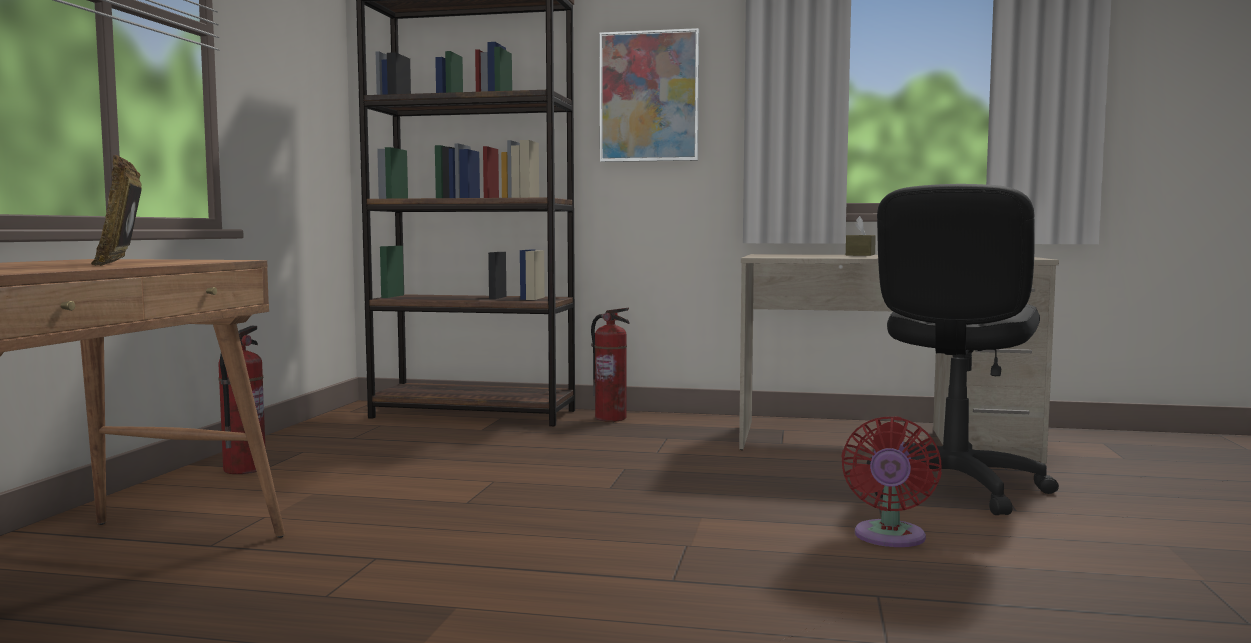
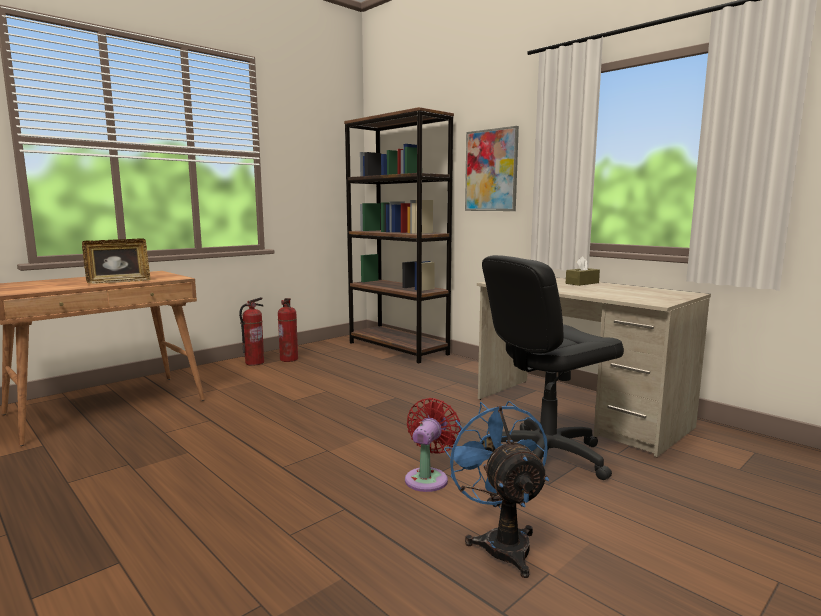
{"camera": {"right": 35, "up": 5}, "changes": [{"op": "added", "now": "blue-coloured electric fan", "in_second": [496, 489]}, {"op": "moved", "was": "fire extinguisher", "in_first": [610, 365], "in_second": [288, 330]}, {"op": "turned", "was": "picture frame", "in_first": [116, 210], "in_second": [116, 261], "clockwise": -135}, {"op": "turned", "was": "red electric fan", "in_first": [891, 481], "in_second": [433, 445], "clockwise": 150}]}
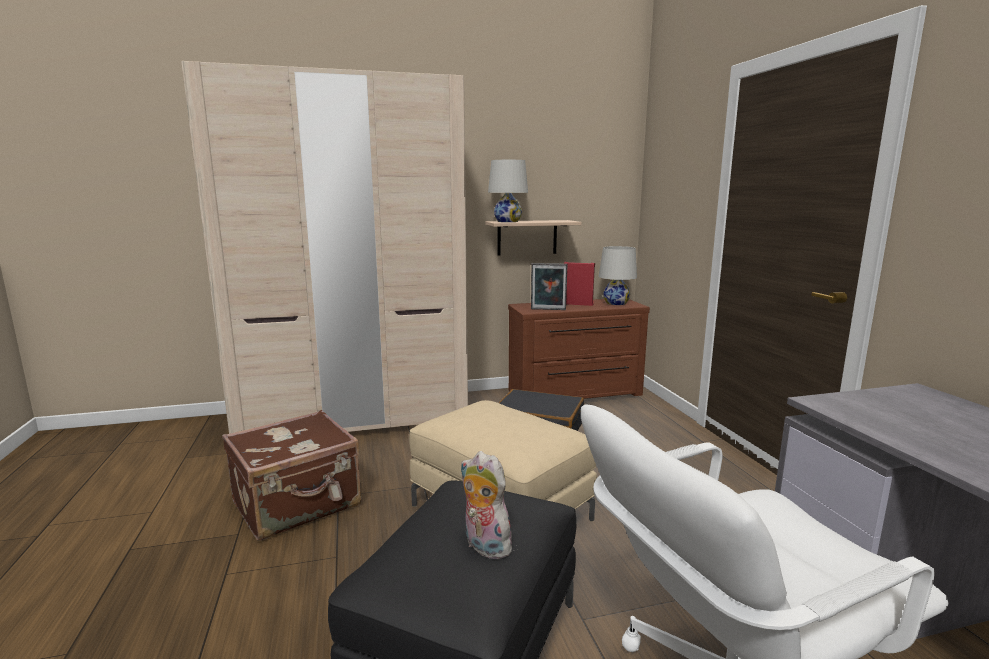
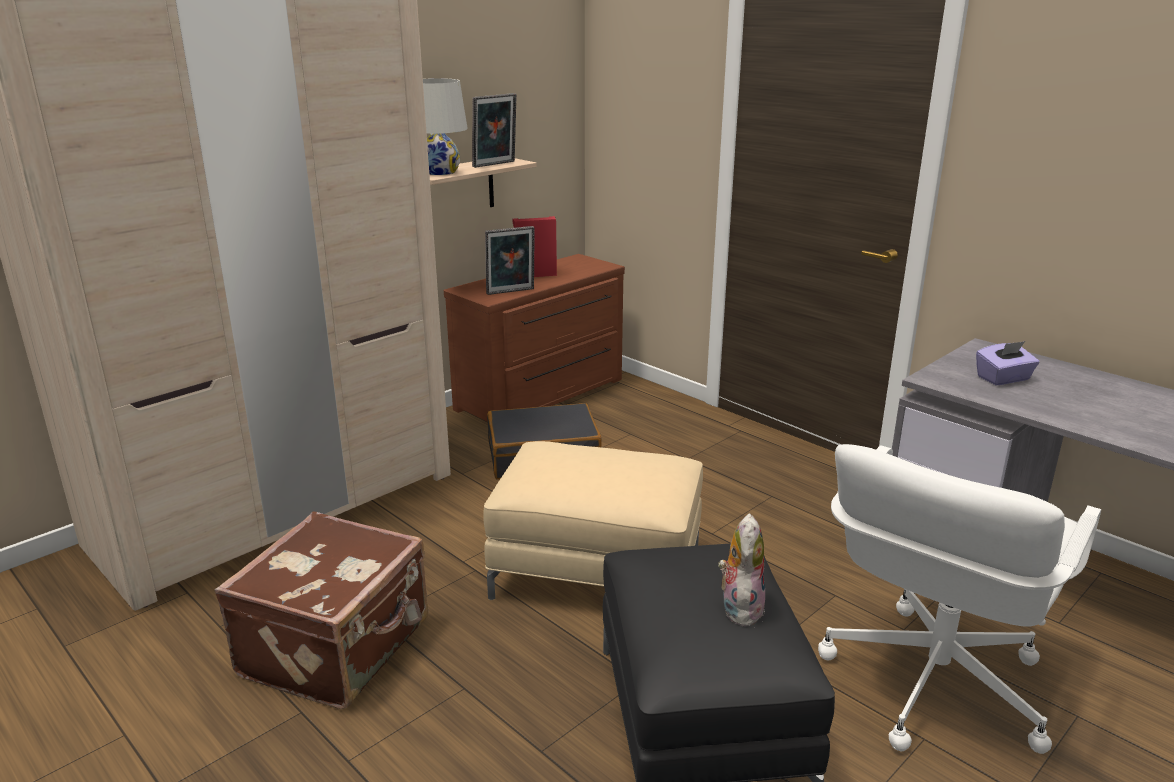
{"camera": {"right": -30, "up": 10}, "changes": [{"op": "removed", "was": "white tabletop lamp", "in_first": [618, 275]}, {"op": "added", "now": "picture frame", "in_second": [494, 130]}, {"op": "added", "now": "purple-coloured tissue holder", "in_second": [1007, 363]}, {"op": "turned", "was": "soft toy", "in_first": [487, 505], "in_second": [741, 569], "clockwise": 90}]}
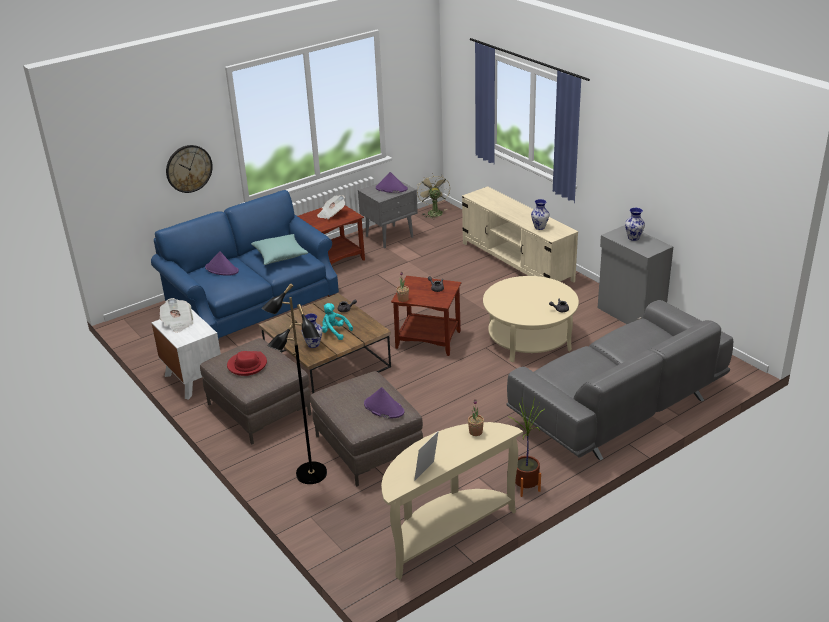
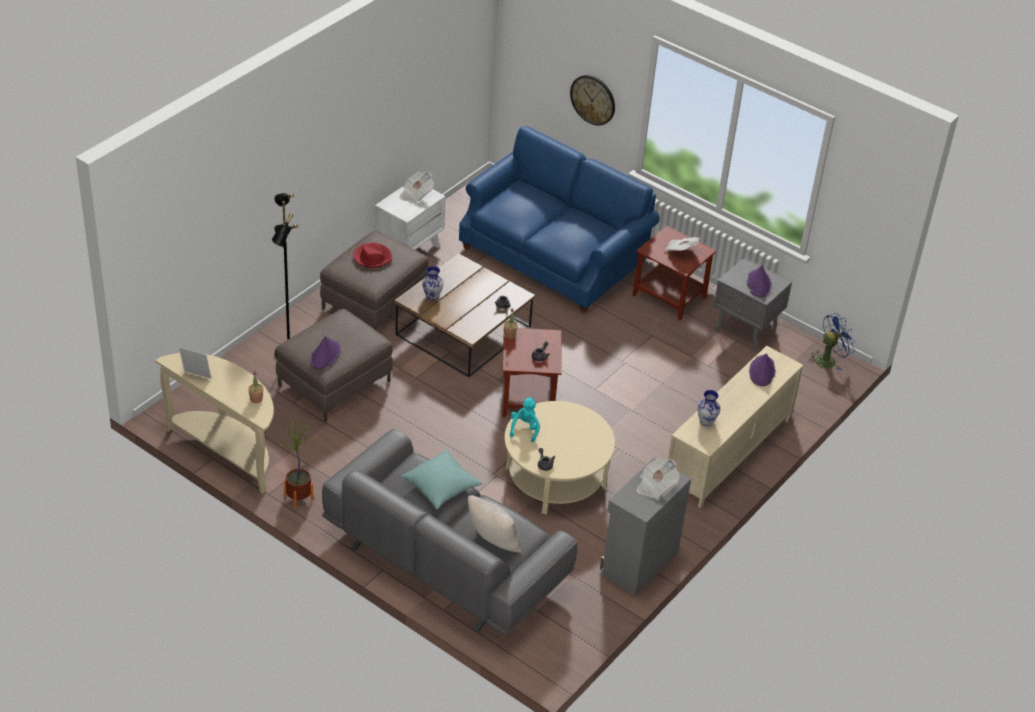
{"camera": {"right": 70, "up": 10}, "changes": [{"op": "added", "now": "beige-coloured cushion", "in_second": [495, 524]}, {"op": "moved", "was": "purple-coloured clothing hat", "in_first": [222, 263], "in_second": [762, 370]}, {"op": "moved", "was": "turquoise cushion", "in_first": [279, 249], "in_second": [441, 479]}, {"op": "moved", "was": "turquoise soft toy", "in_first": [337, 321], "in_second": [525, 420]}, {"op": "replaced", "was": "flower vase", "now": "newspaper", "in_first": [635, 224], "in_second": [658, 479]}, {"op": "recoloured", "was": "beige-coloured electric fan", "now": "blue-coloured electric fan", "in_first": [433, 196], "in_second": [832, 342]}]}
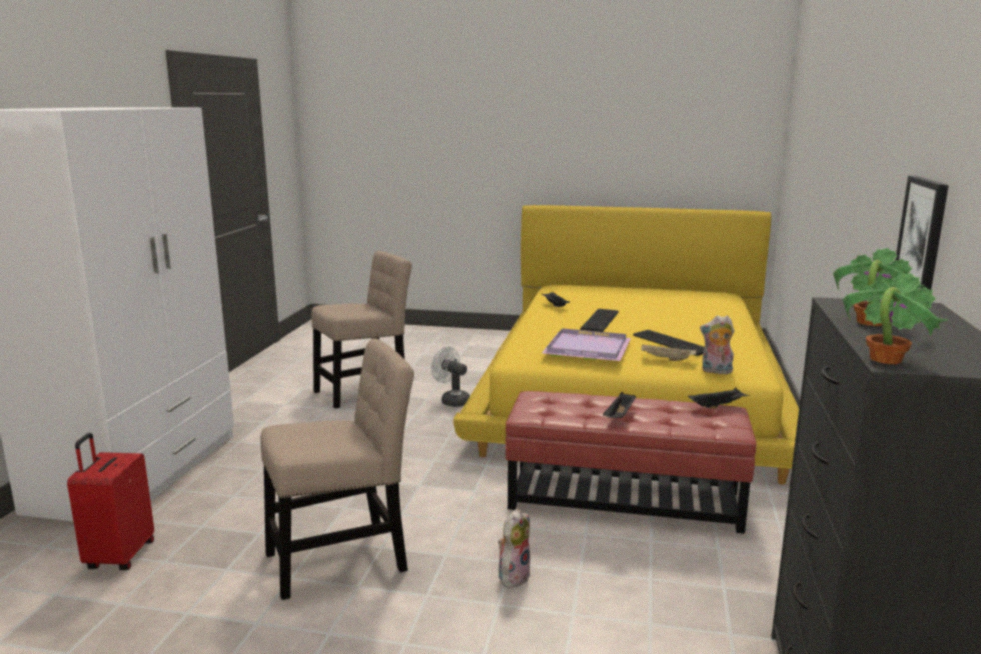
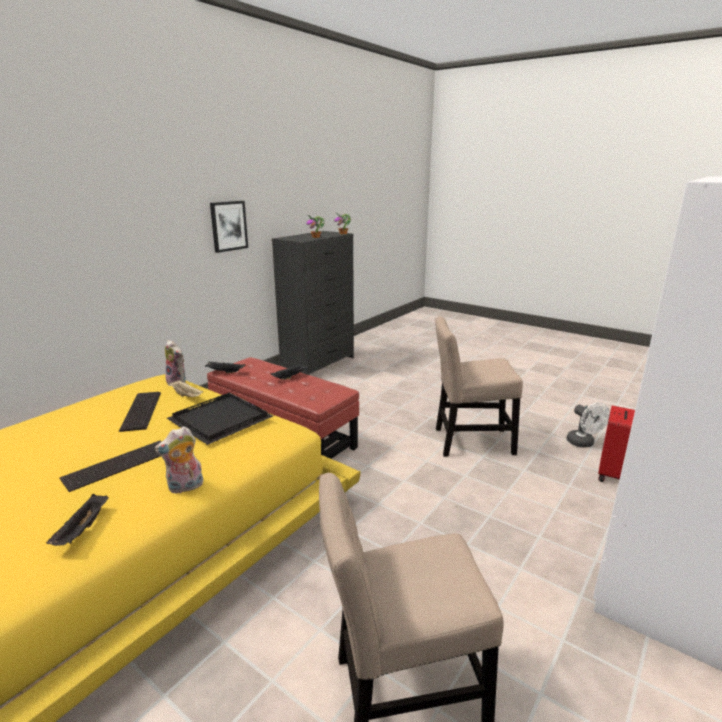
{"camera": {"right": -155, "up": 5}, "changes": [{"op": "moved", "was": "white electric fan", "in_first": [450, 376], "in_second": [588, 425]}, {"op": "moved", "was": "soft toy", "in_first": [514, 548], "in_second": [179, 460]}, {"op": "recoloured", "was": "purple-coloured carrying tray", "now": "black carrying tray", "in_first": [586, 344], "in_second": [220, 419]}]}
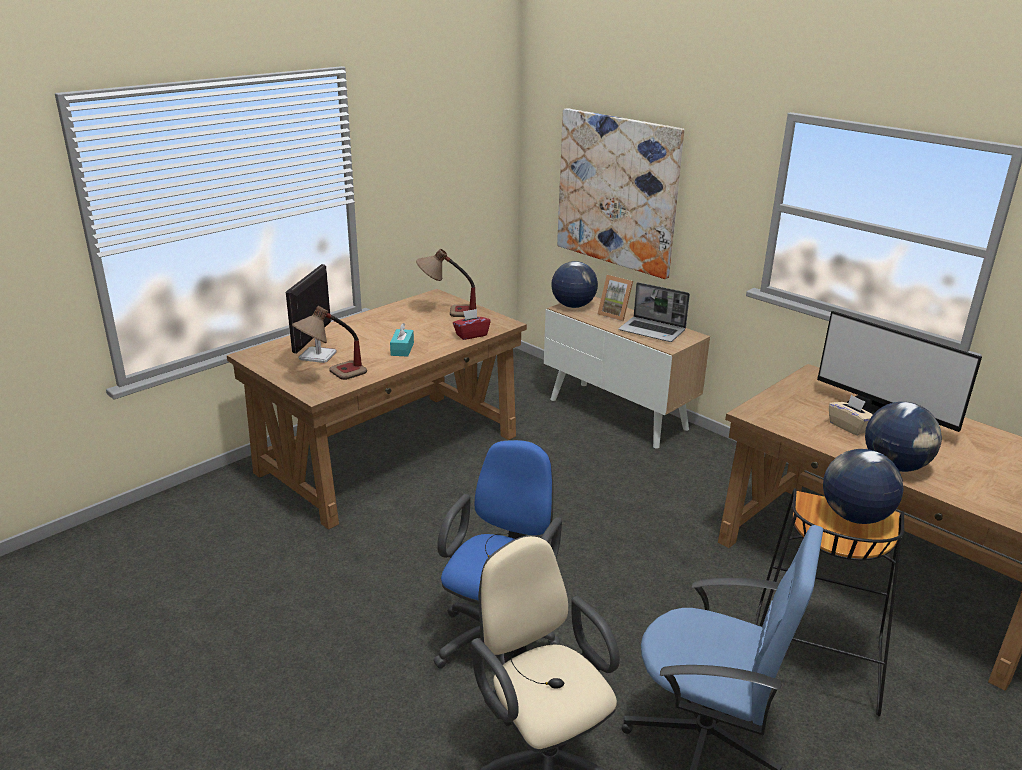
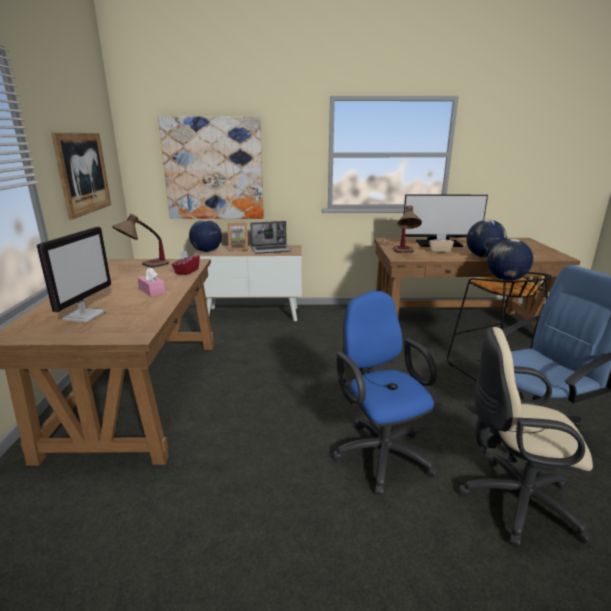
{"camera": {"right": -45, "up": -5}, "changes": [{"op": "added", "now": "wall art", "in_second": [81, 176]}, {"op": "moved", "was": "tabletop lamp", "in_first": [329, 343], "in_second": [407, 229]}, {"op": "recoloured", "was": "turquoise tissue holder", "now": "pinkish tissue holder", "in_first": [402, 339], "in_second": [151, 282]}, {"op": "turned", "was": "computer screen", "in_first": [311, 313], "in_second": [74, 275], "clockwise": -135}]}
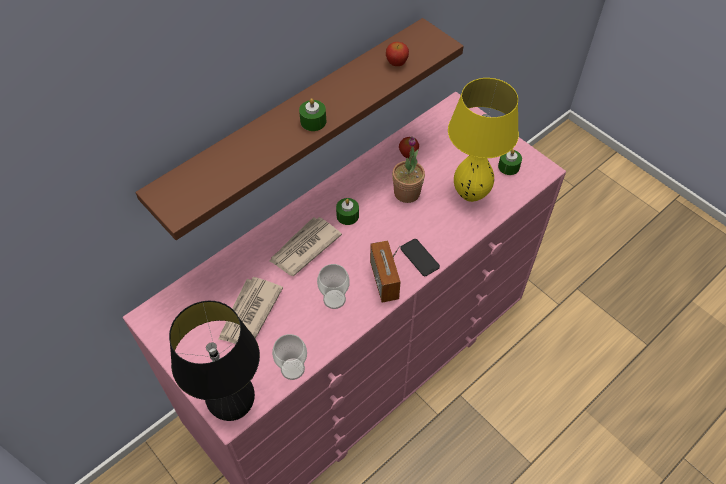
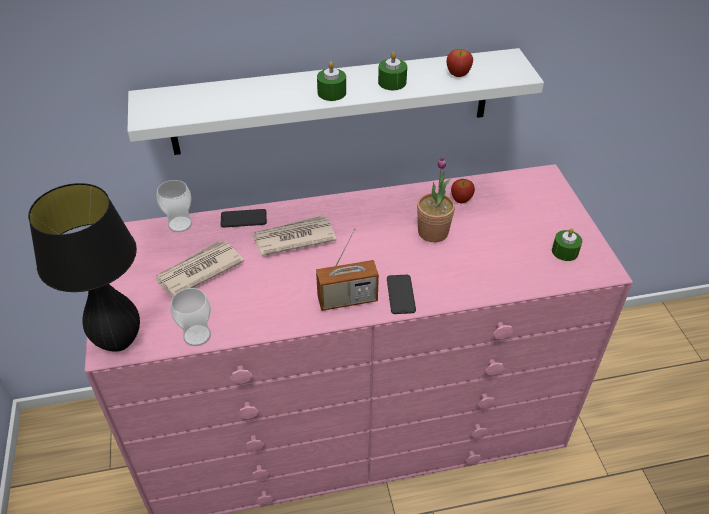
{"camera": {"right": 30, "up": -10}, "changes": [{"op": "removed", "was": "yellow-coloured tabletop lamp", "in_first": [483, 140]}, {"op": "added", "now": "phone", "in_second": [244, 218]}, {"op": "moved", "was": "cup", "in_first": [333, 286], "in_second": [174, 206]}, {"op": "moved", "was": "greenish wax candle", "in_first": [347, 211], "in_second": [392, 71]}, {"op": "recoloured", "was": "brownish wall shelf", "now": "white wall shelf", "in_first": [299, 129], "in_second": [336, 101]}, {"op": "turned", "was": "radio set", "in_first": [385, 271], "in_second": [347, 269], "clockwise": -120}]}
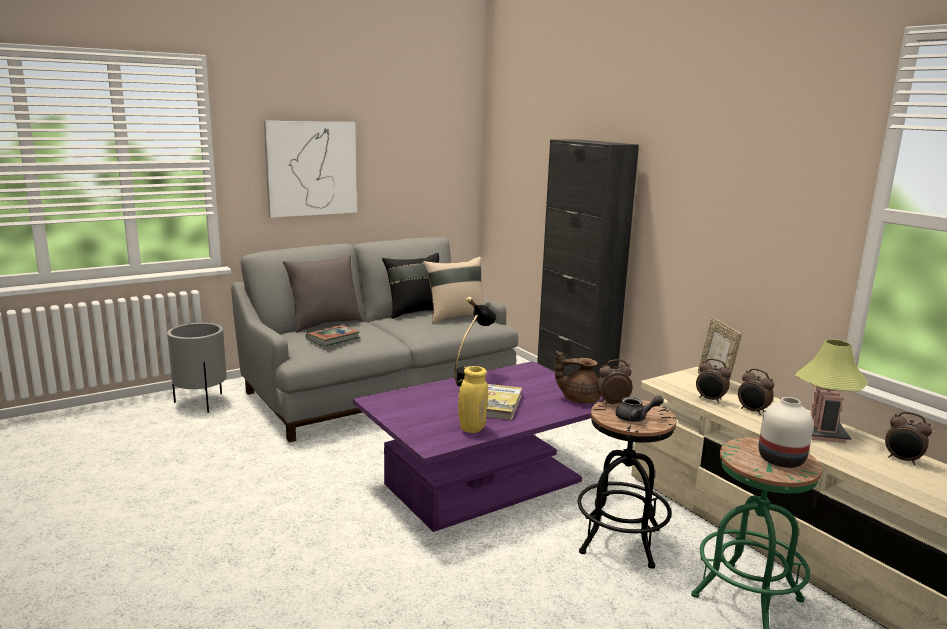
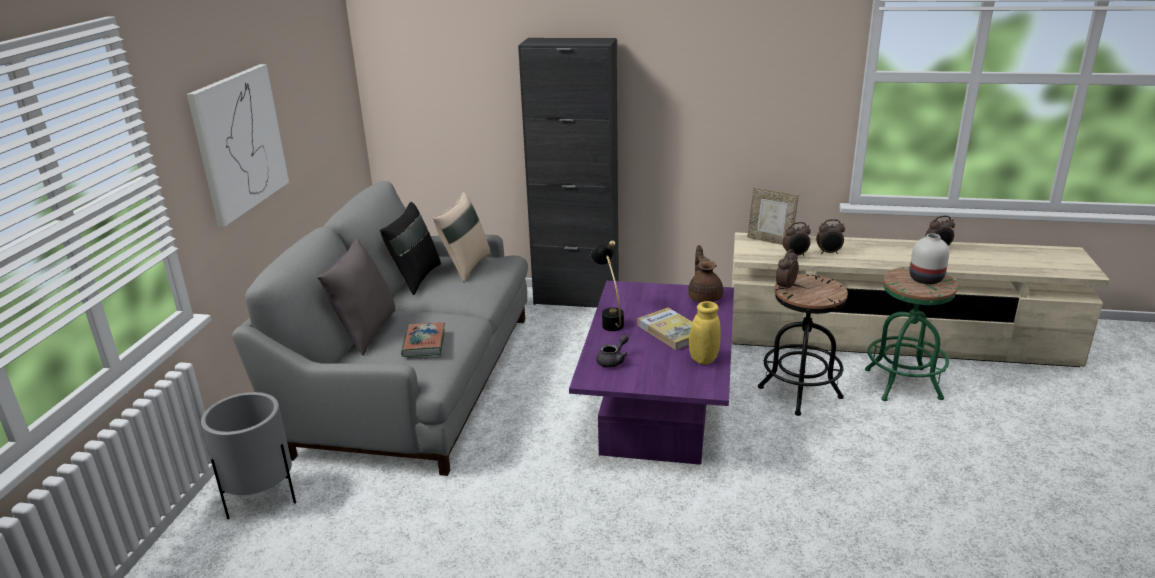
{"camera": {"right": -45, "up": 10}, "changes": [{"op": "removed", "was": "tabletop lamp", "in_first": [831, 391]}, {"op": "moved", "was": "grey teapot", "in_first": [640, 408], "in_second": [612, 351]}, {"op": "turned", "was": "brownish teapot", "in_first": [578, 377], "in_second": [705, 273], "clockwise": 120}]}
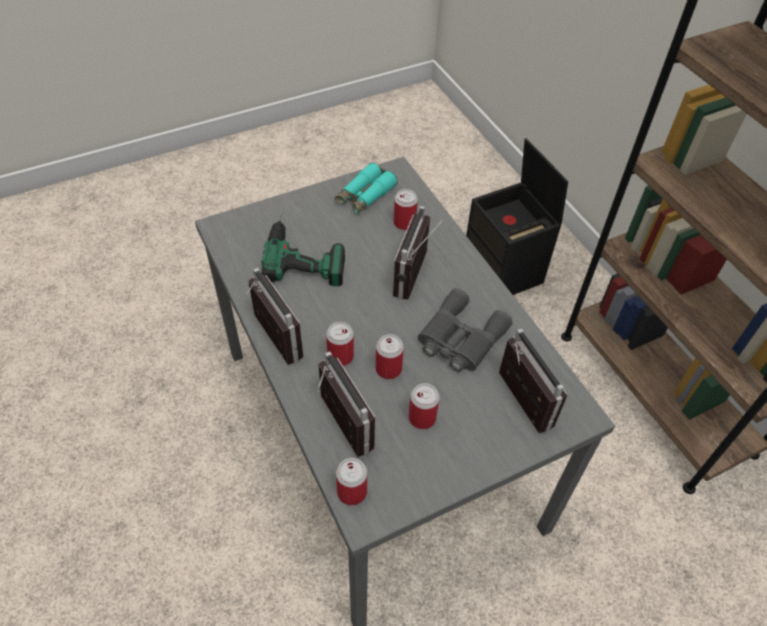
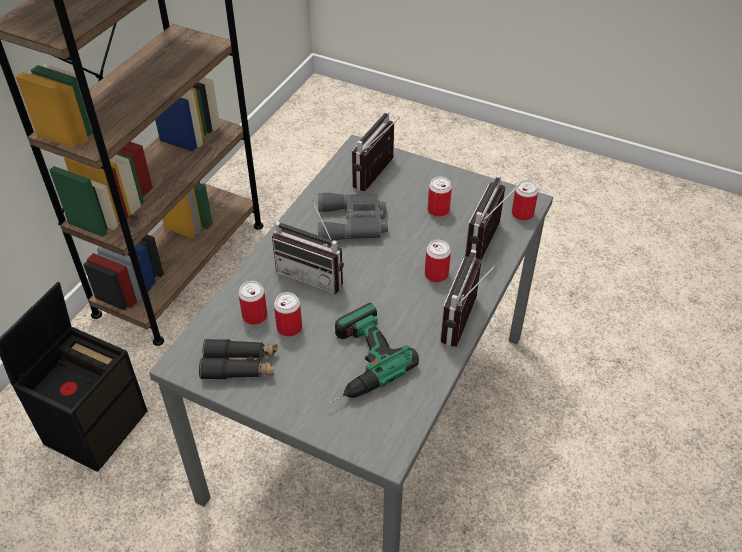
{"camera": {"right": -125, "up": -5}, "changes": [{"op": "moved", "was": "sealed can", "in_first": [390, 356], "in_second": [288, 314]}, {"op": "recoloured", "was": "turquoise binoculars", "now": "black binoculars", "in_first": [366, 188], "in_second": [238, 359]}, {"op": "turned", "was": "radio set", "in_first": [419, 253], "in_second": [308, 246], "clockwise": 45}]}
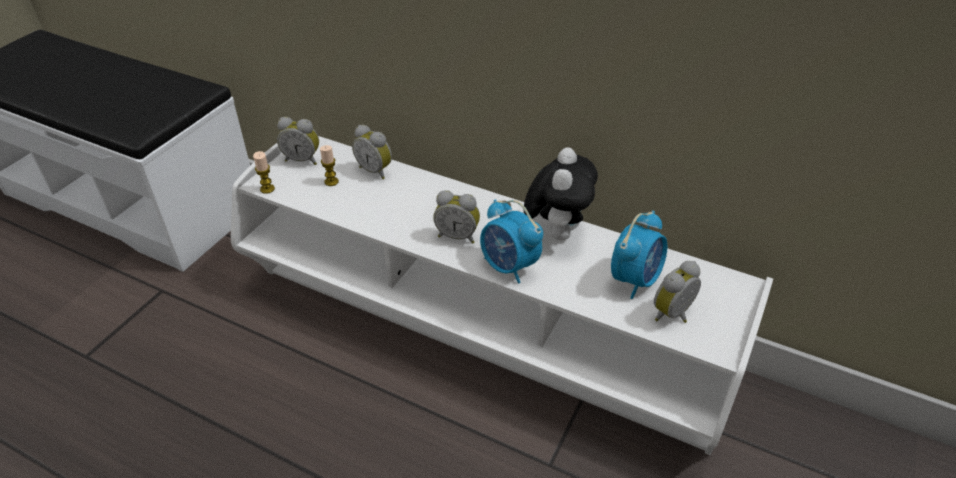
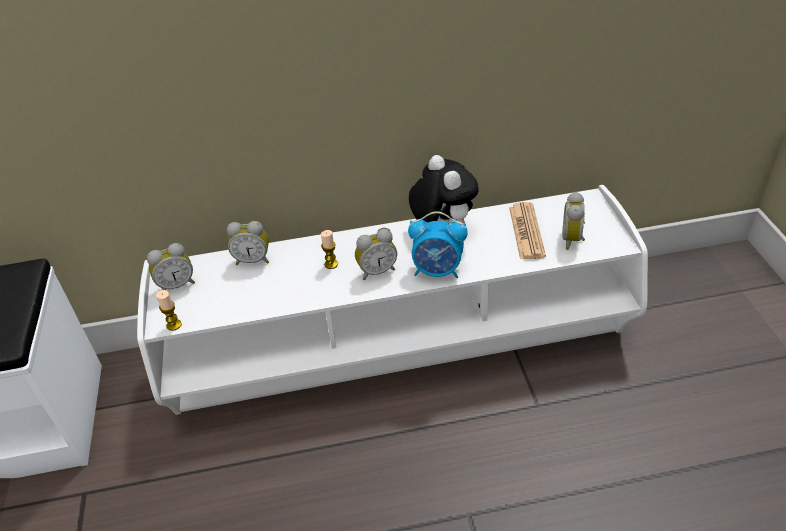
{"camera": {"right": -35, "up": 0}, "changes": [{"op": "moved", "was": "wax candle", "in_first": [329, 165], "in_second": [329, 249]}, {"op": "replaced", "was": "bedside clock", "now": "newspaper", "in_first": [639, 254], "in_second": [527, 230]}]}
